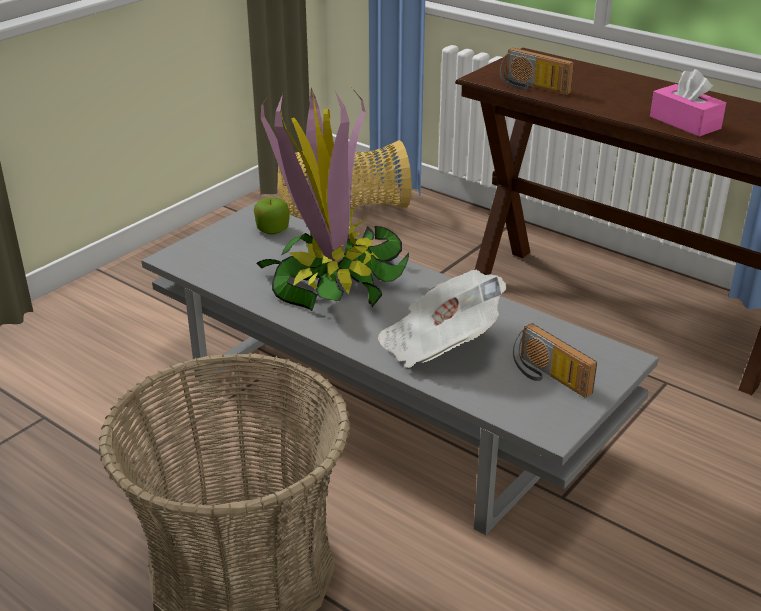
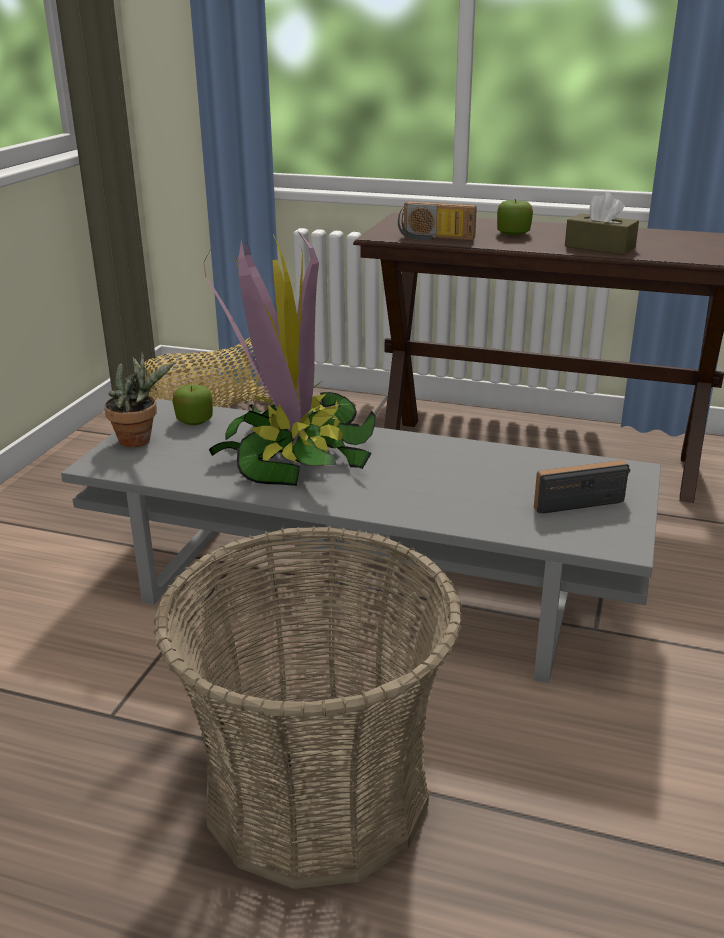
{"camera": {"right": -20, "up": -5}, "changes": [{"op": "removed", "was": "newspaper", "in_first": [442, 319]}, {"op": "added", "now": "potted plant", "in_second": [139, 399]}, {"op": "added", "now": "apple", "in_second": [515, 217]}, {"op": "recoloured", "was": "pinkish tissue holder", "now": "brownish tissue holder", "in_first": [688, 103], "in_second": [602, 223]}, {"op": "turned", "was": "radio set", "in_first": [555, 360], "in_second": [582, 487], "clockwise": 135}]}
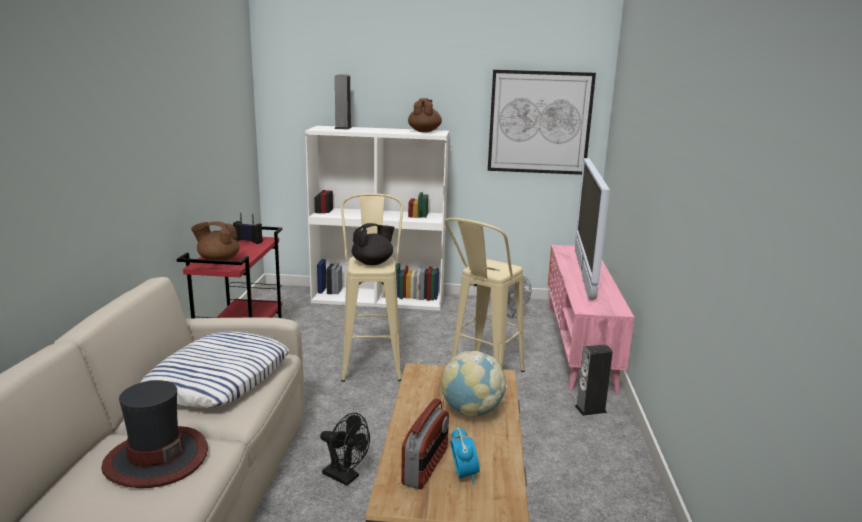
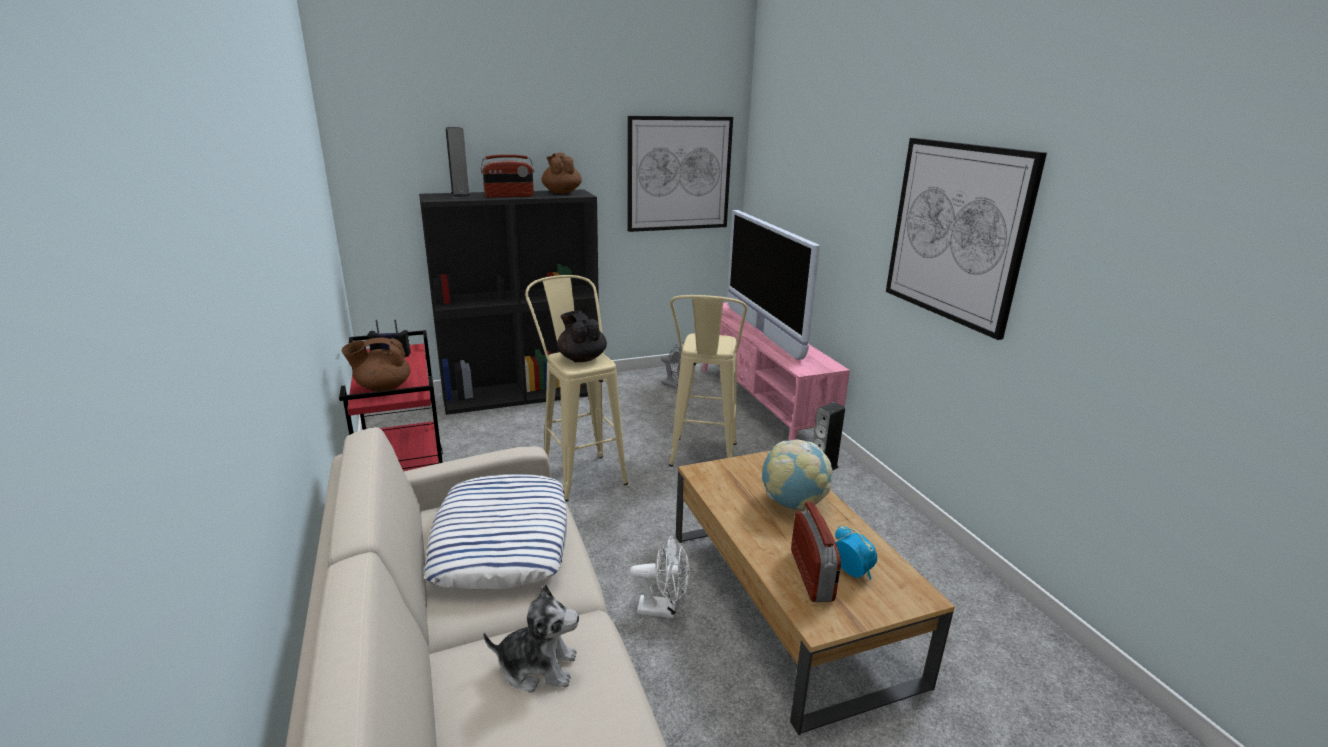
{"camera": {"right": -25, "up": 5}, "changes": [{"op": "added", "now": "radio set", "in_second": [507, 176]}, {"op": "added", "now": "wall art", "in_second": [966, 239]}, {"op": "replaced", "was": "clothing hat", "now": "soft toy", "in_first": [154, 434], "in_second": [531, 638]}, {"op": "recoloured", "was": "white bookcase", "now": "black bookcase", "in_first": [377, 218], "in_second": [509, 302]}, {"op": "recoloured", "was": "black electric fan", "now": "white electric fan", "in_first": [345, 449], "in_second": [660, 577]}, {"op": "turned", "was": "black teapot", "in_first": [373, 244], "in_second": [582, 336], "clockwise": -60}]}
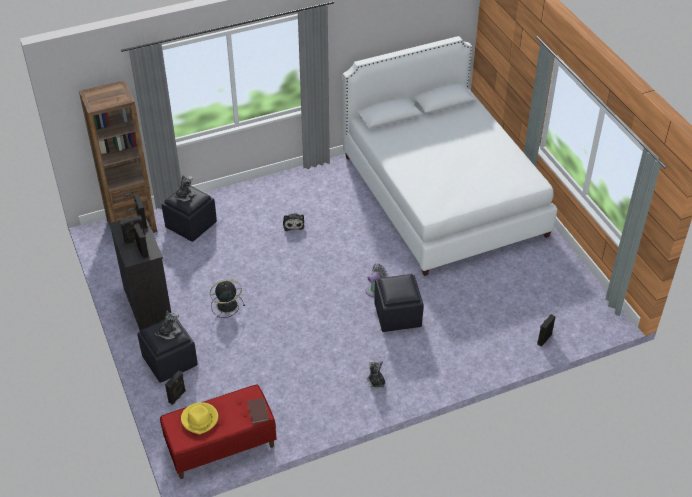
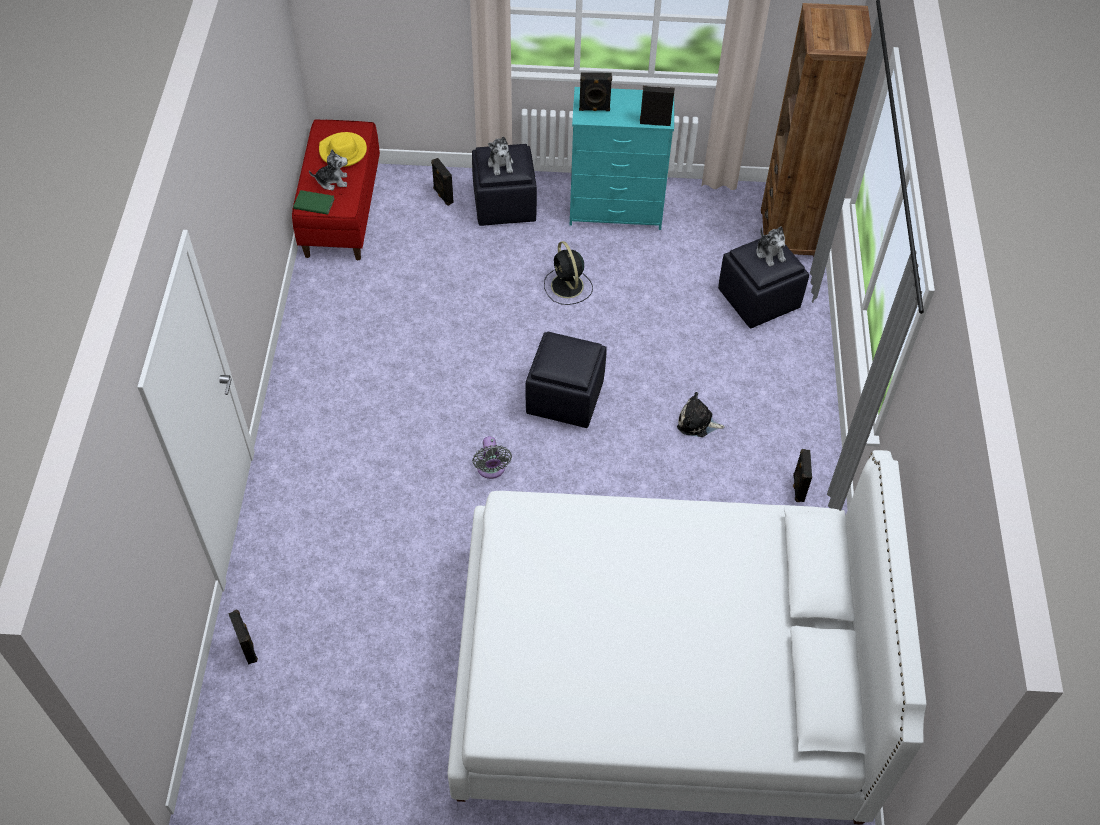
{"camera": {"right": 115, "up": 10}, "changes": [{"op": "moved", "was": "black audio speaker", "in_first": [132, 230], "in_second": [802, 475]}, {"op": "moved", "was": "soft toy", "in_first": [375, 374], "in_second": [328, 169]}, {"op": "moved", "was": "black ottoman", "in_first": [399, 303], "in_second": [566, 380]}, {"op": "recoloured", "was": "black drawer chest", "now": "turquoise drawer chest", "in_first": [140, 274], "in_second": [622, 158]}, {"op": "recoloured", "was": "brownish book", "now": "greenish book", "in_first": [258, 411], "in_second": [313, 202]}, {"op": "turned", "was": "black electric fan", "in_first": [227, 298], "in_second": [568, 273], "clockwise": 150}]}
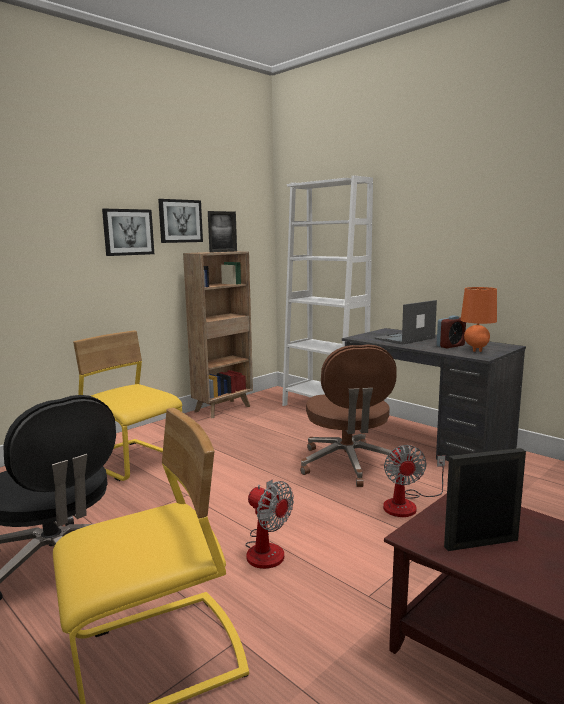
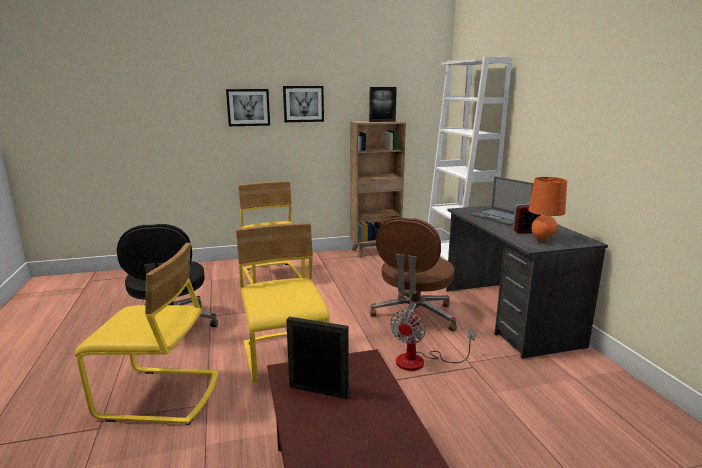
{"camera": {"right": 30, "up": 5}, "changes": [{"op": "moved", "was": "wall art", "in_first": [180, 221], "in_second": [248, 107]}, {"op": "replaced", "was": "electric fan", "now": "yellow-coloured chair", "in_first": [269, 524], "in_second": [283, 303]}, {"op": "turned", "was": "notebook computer", "in_first": [406, 322], "in_second": [502, 201], "clockwise": -120}]}
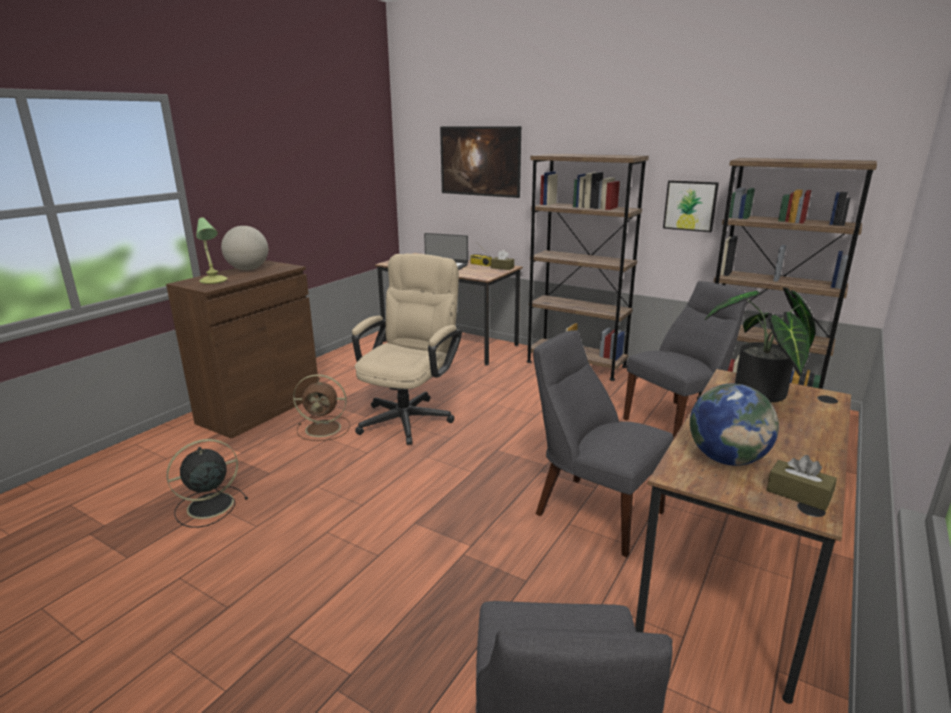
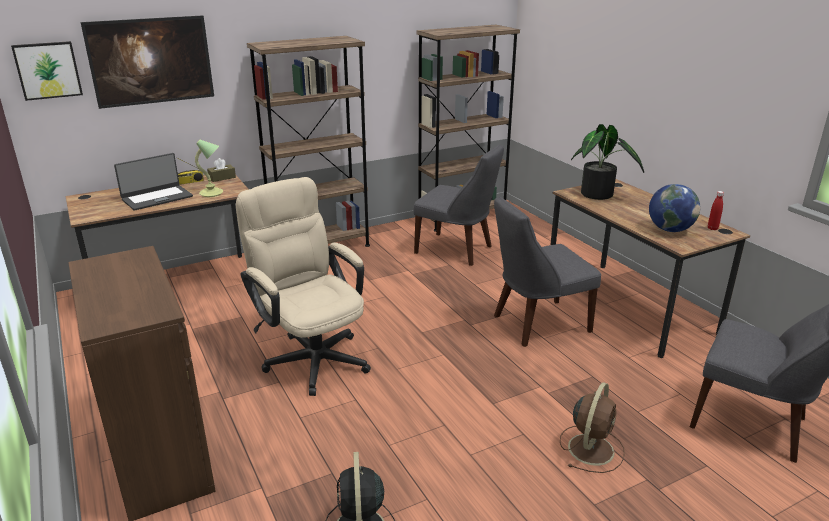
{"camera": {"right": -60, "up": 5}, "changes": [{"op": "removed", "was": "world globe", "in_first": [244, 248]}, {"op": "moved", "was": "tabletop lamp", "in_first": [211, 250], "in_second": [209, 168]}, {"op": "moved", "was": "brownish electric fan", "in_first": [321, 407], "in_second": [592, 427]}, {"op": "moved", "was": "wall art", "in_first": [691, 206], "in_second": [47, 71]}, {"op": "replaced", "was": "brownish tissue holder", "now": "red drink bottle", "in_first": [802, 483], "in_second": [716, 210]}, {"op": "turned", "was": "grey chair", "in_first": [685, 360], "in_second": [459, 205], "clockwise": 120}]}
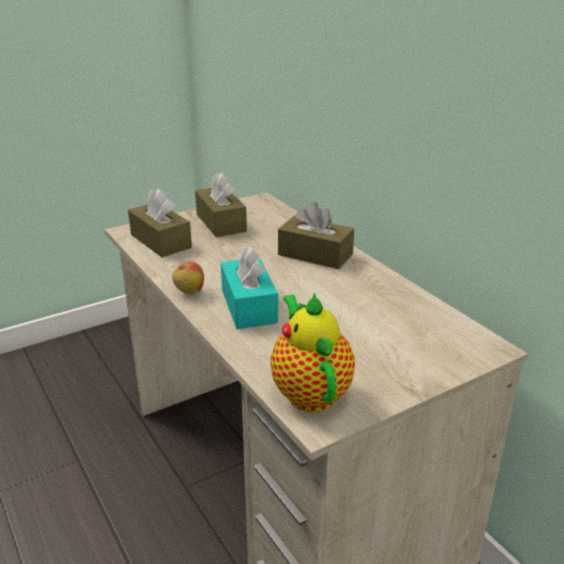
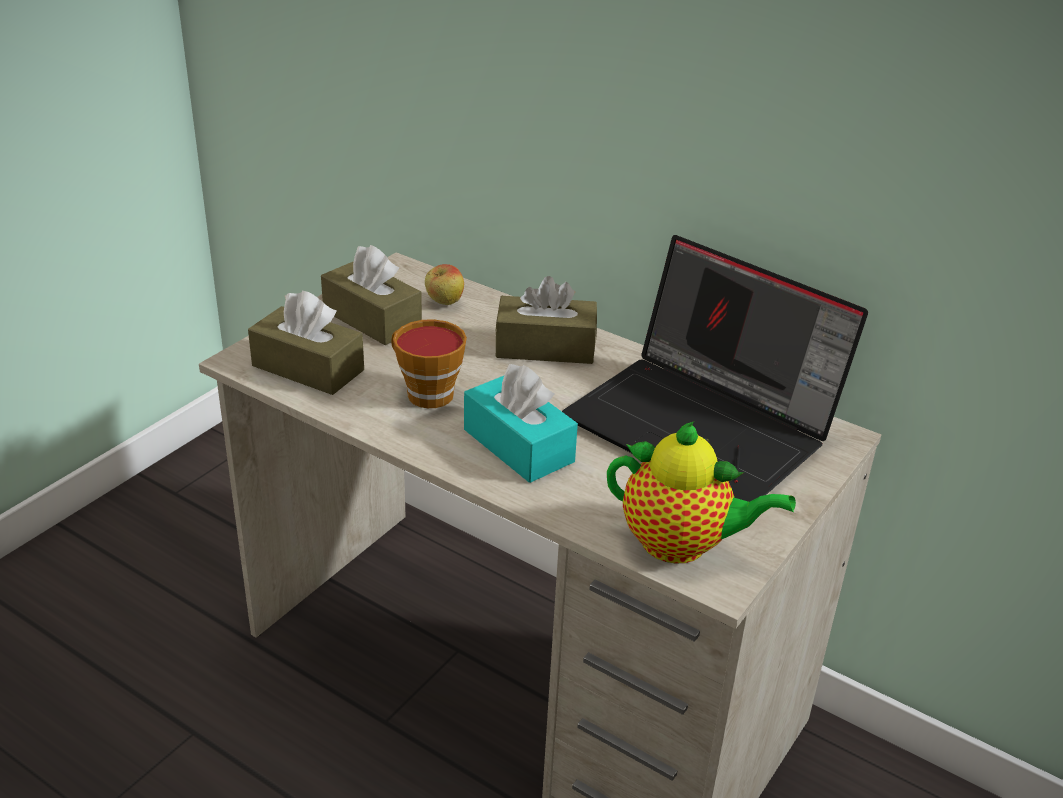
{"camera": {"right": -25, "up": 5}, "changes": [{"op": "added", "now": "cup", "in_second": [429, 363]}, {"op": "added", "now": "notebook computer", "in_second": [715, 368]}, {"op": "moved", "was": "apple", "in_first": [188, 278], "in_second": [444, 284]}, {"op": "turned", "was": "teapot", "in_first": [312, 352], "in_second": [701, 493], "clockwise": 150}]}
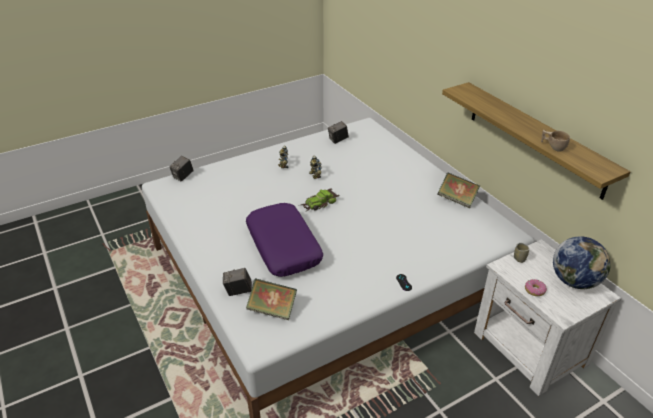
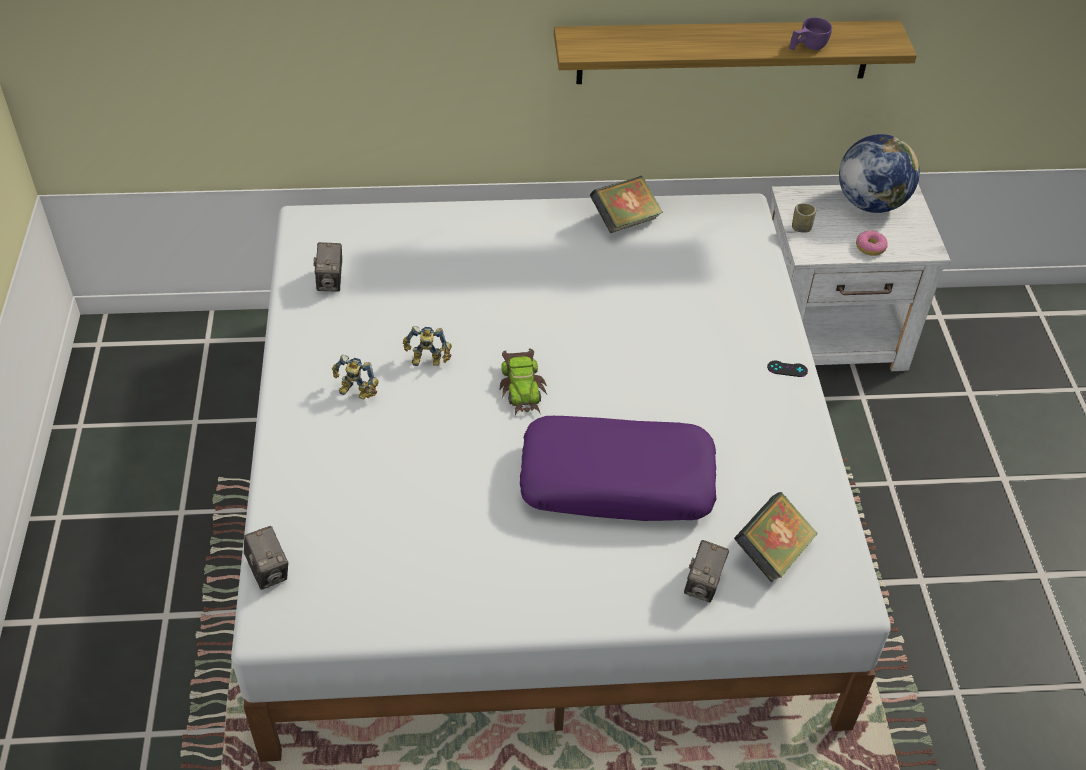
{"camera": {"right": -65, "up": 10}, "changes": [{"op": "recoloured", "was": "beige-coloured cup", "now": "purple-coloured cup", "in_first": [555, 140], "in_second": [810, 33]}]}
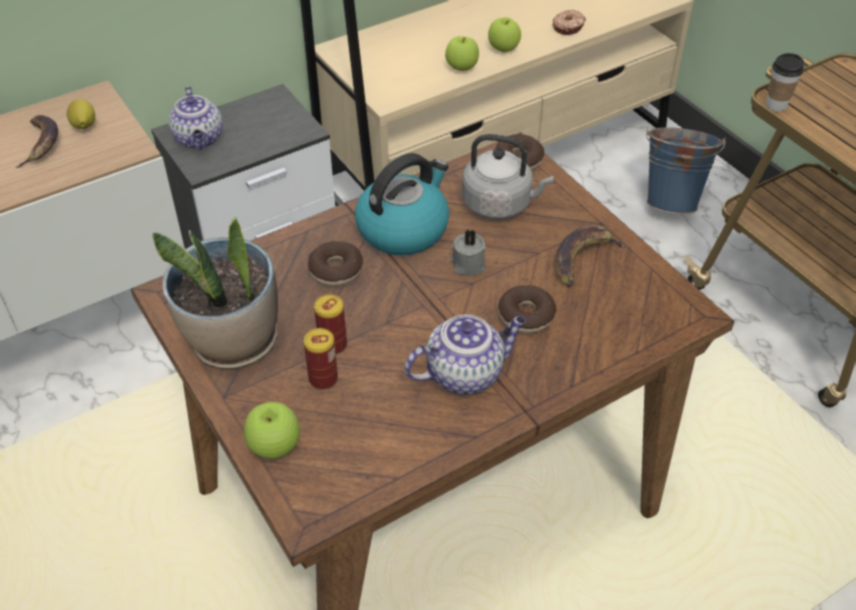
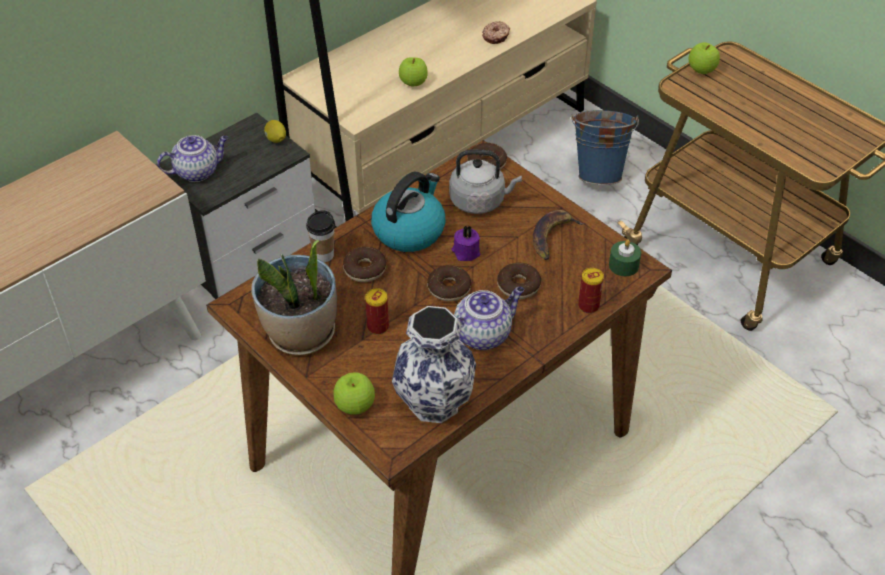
{"camera": {"right": -10, "up": 0}, "changes": [{"op": "removed", "was": "banana fruit", "in_first": [36, 141]}, {"op": "added", "now": "flower vase", "in_second": [434, 364]}, {"op": "added", "now": "ring doughnut", "in_second": [449, 283]}, {"op": "added", "now": "greenish wax candle", "in_second": [625, 257]}, {"op": "moved", "was": "citrus fruit", "in_first": [81, 114], "in_second": [275, 131]}, {"op": "moved", "was": "sealed can", "in_first": [321, 359], "in_second": [591, 290]}, {"op": "moved", "was": "apple", "in_first": [504, 34], "in_second": [704, 58]}, {"op": "moved", "was": "cup", "in_first": [785, 82], "in_second": [320, 236]}, {"op": "recoloured", "was": "grey wax candle", "now": "purple-coloured wax candle", "in_first": [468, 252], "in_second": [465, 243]}, {"op": "turned", "was": "teapot", "in_first": [196, 118], "in_second": [192, 158], "clockwise": -90}]}
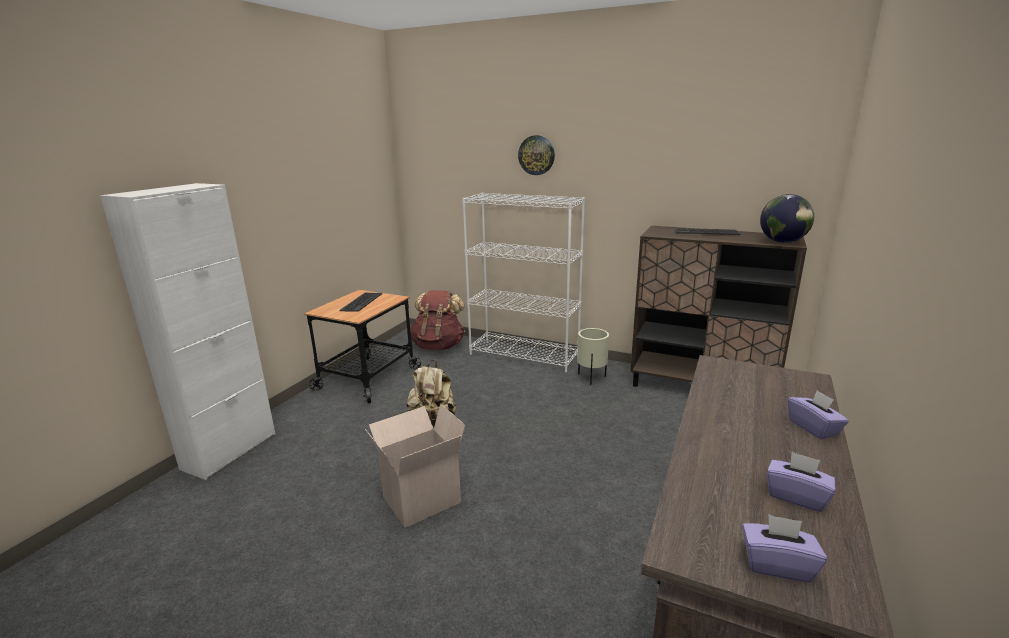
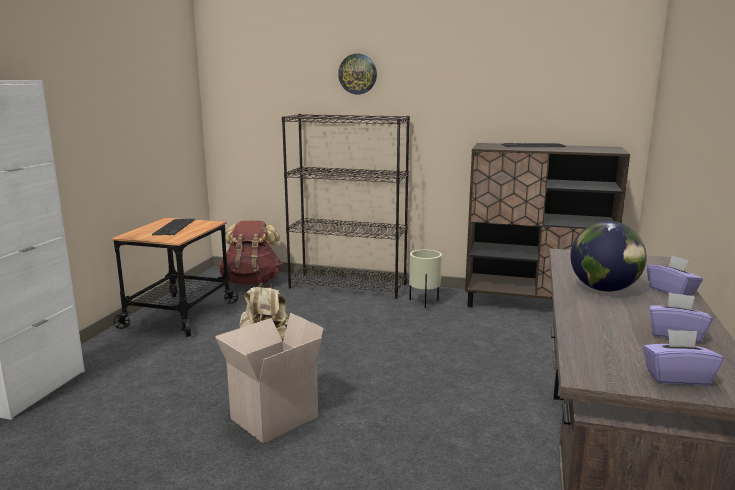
{"camera": {"right": -10, "up": -5}, "changes": [{"op": "moved", "was": "world globe", "in_first": [787, 218], "in_second": [608, 256]}, {"op": "recoloured", "was": "white bookcase", "now": "black bookcase", "in_first": [523, 282], "in_second": [346, 206]}]}
